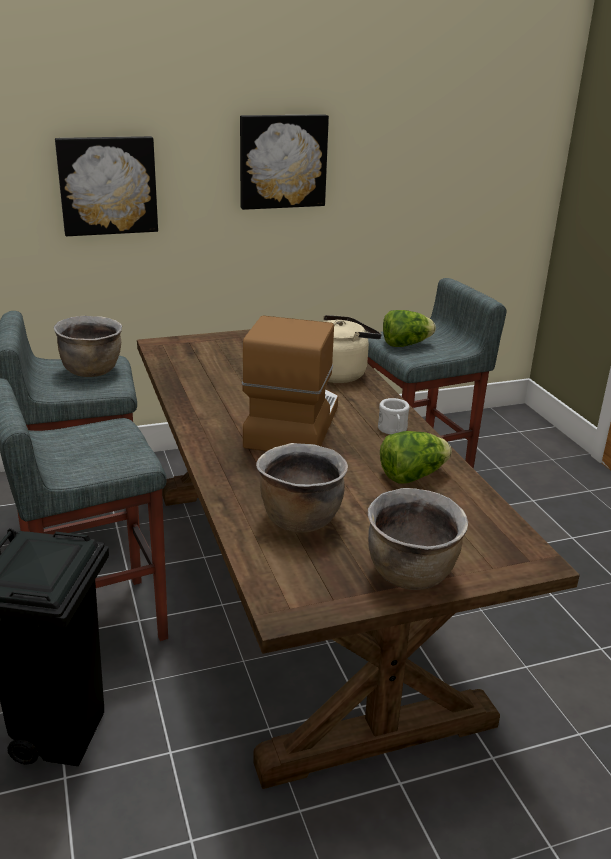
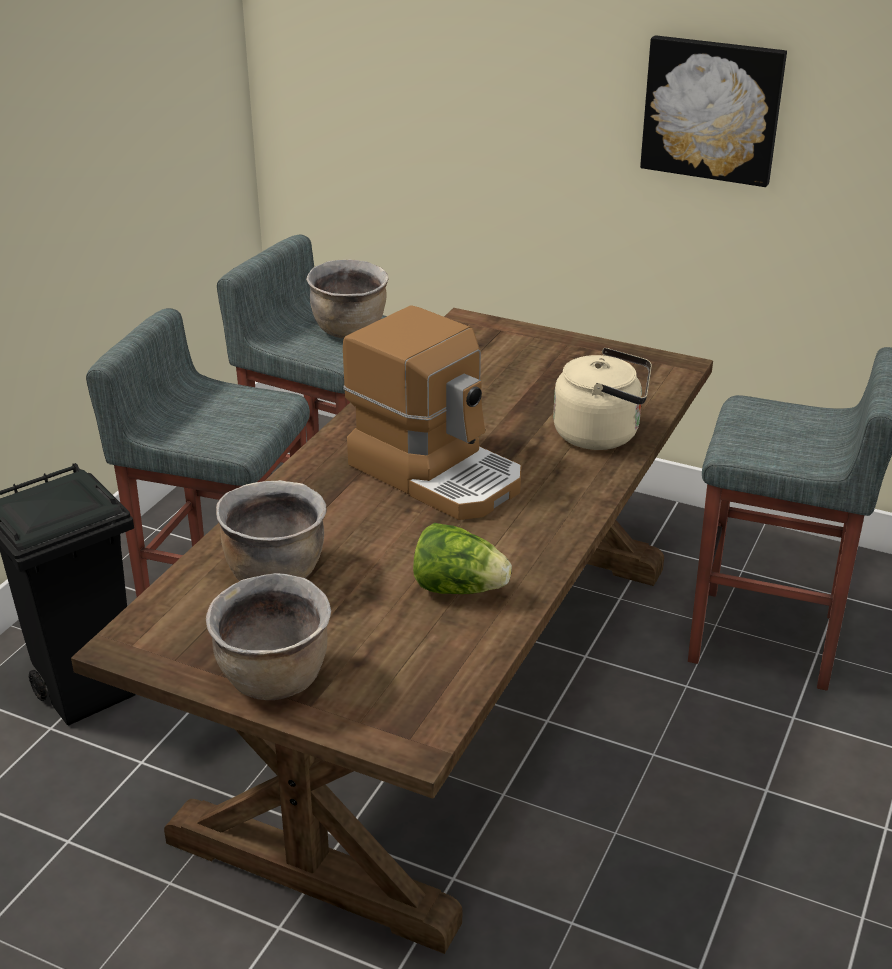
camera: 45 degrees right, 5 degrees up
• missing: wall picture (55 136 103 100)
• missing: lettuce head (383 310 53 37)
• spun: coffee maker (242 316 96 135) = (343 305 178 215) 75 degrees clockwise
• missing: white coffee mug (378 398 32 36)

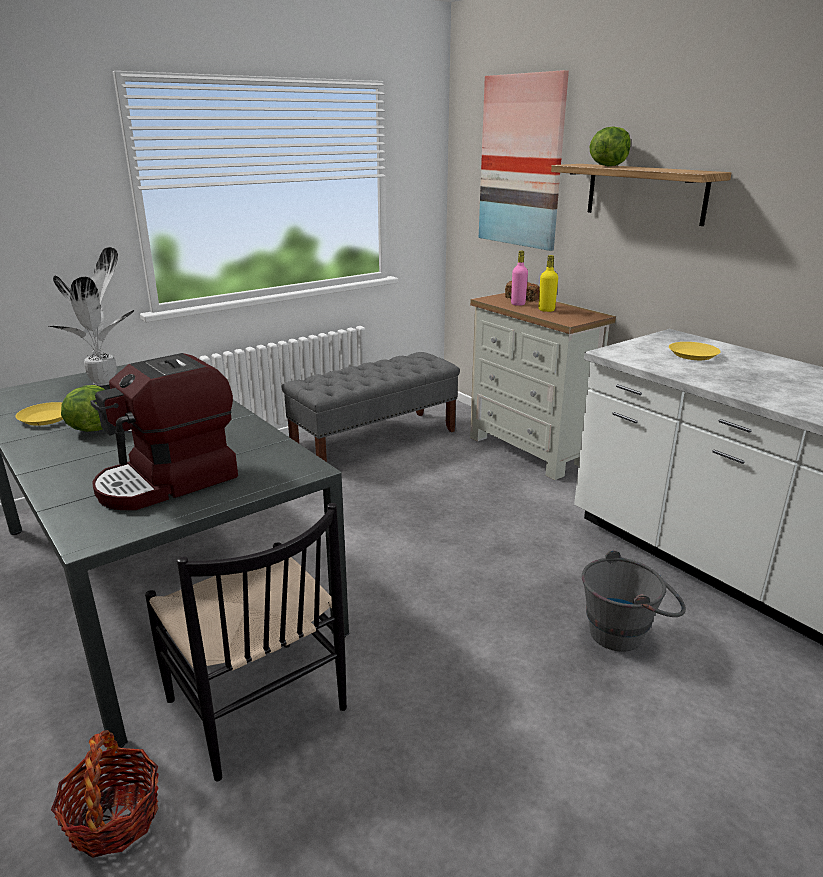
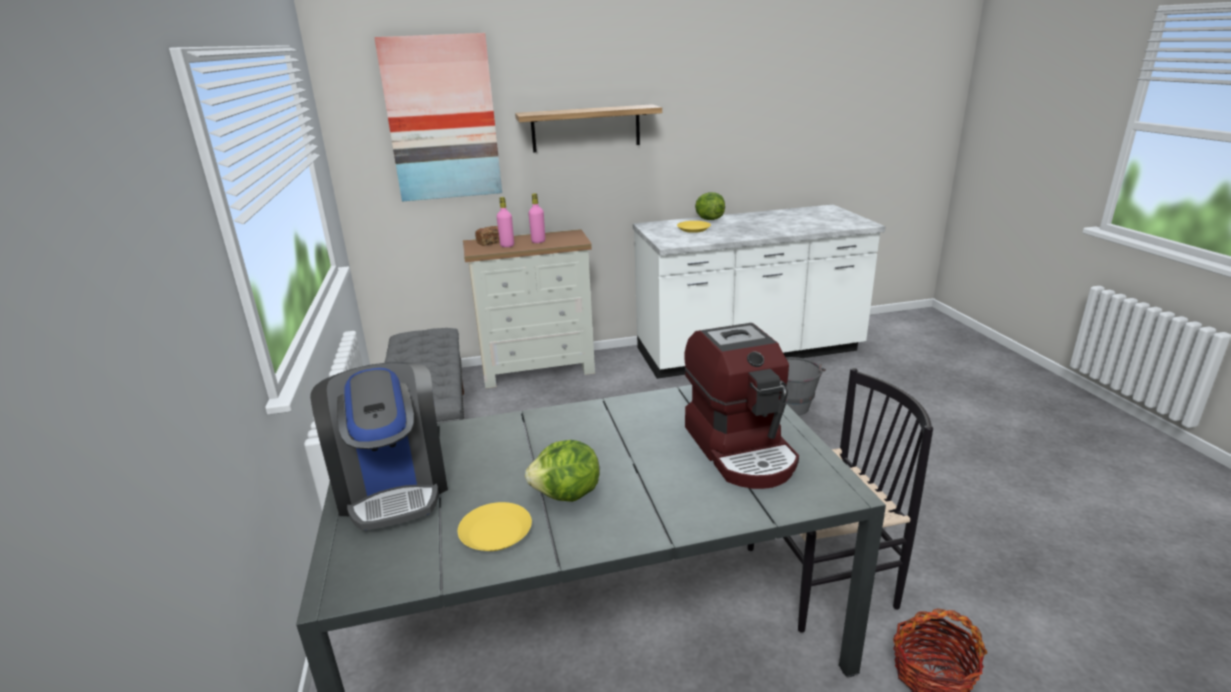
camera: 65 degrees left, 0 degrees up
• relocated: lettuce head (589 126 41 40) to (695 192 30 28)
• exchanged: houseplant (48 247 86 139) to coffee maker (310 362 138 168)
• colour: yellow-coloured drink bottle (539 255 19 57) to pink-coloured drink bottle (528 193 17 50)

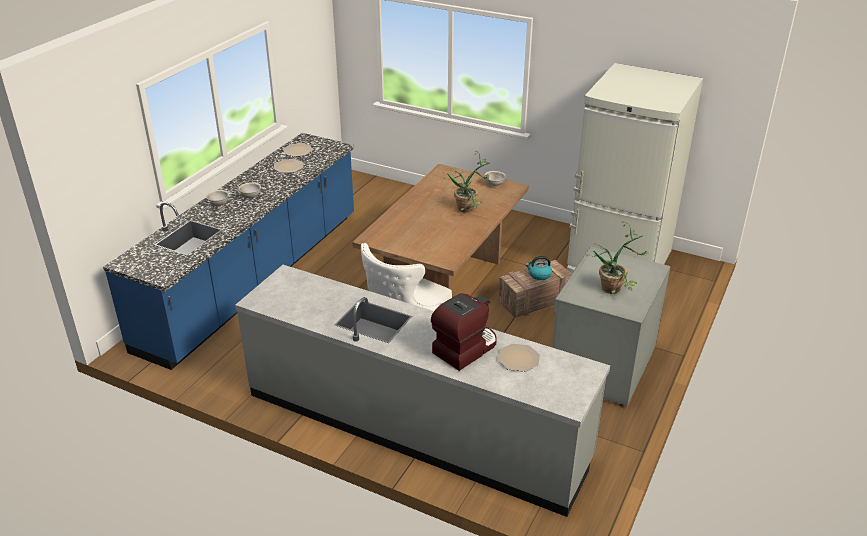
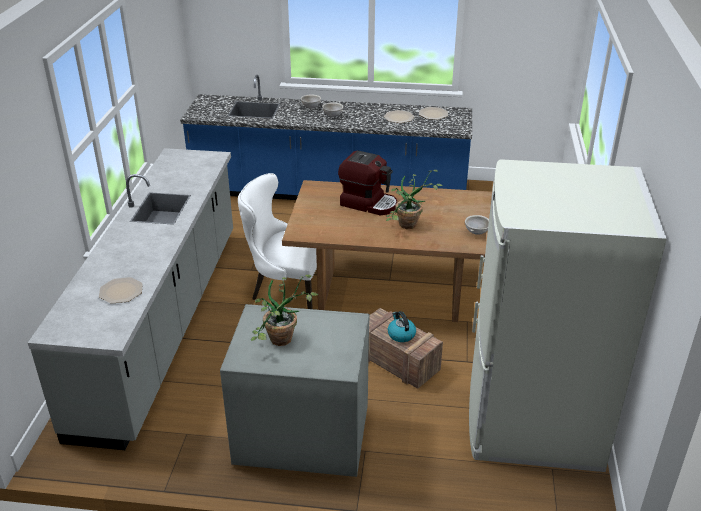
camera: 70 degrees right, 0 degrees up
• relocated: coffee maker (431 293 66 78) to (338 150 59 65)

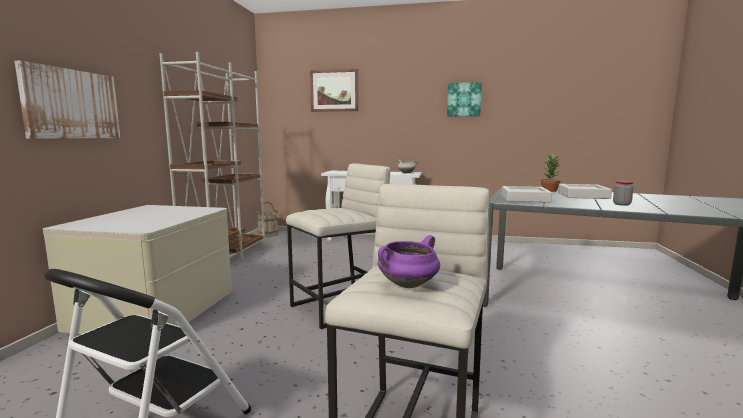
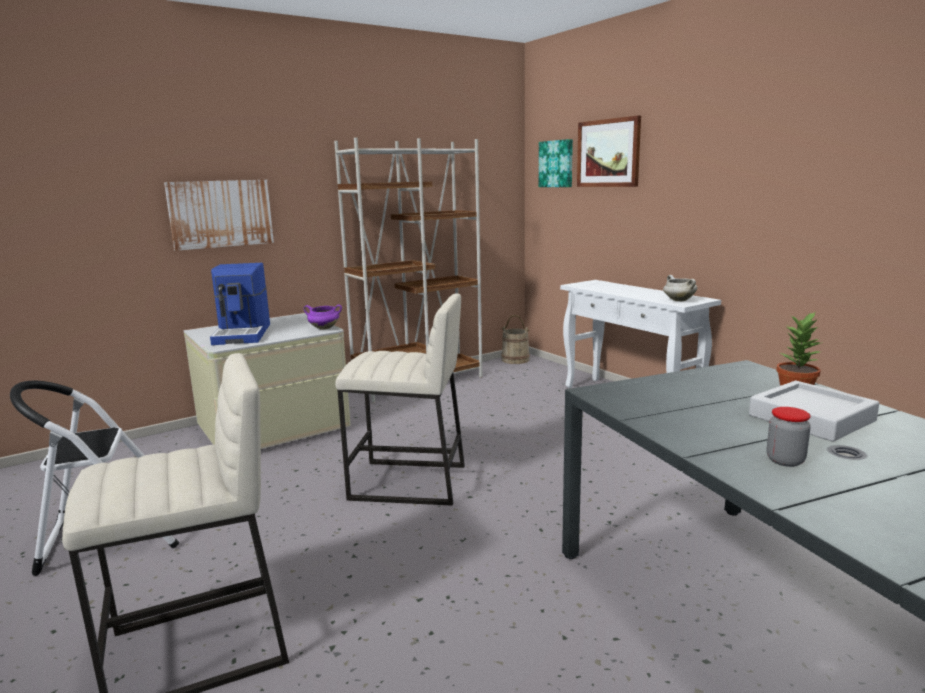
camera: 45 degrees right, 5 degrees up
• relocated: wall picture (447 82 35 35) to (539 139 34 48)
• missing: greyish carrying tray (502 186 50 16)
• relocated: purple cooking pot (378 235 62 53) to (304 305 38 25)
• appeared: coffee maker (210 263 60 82)

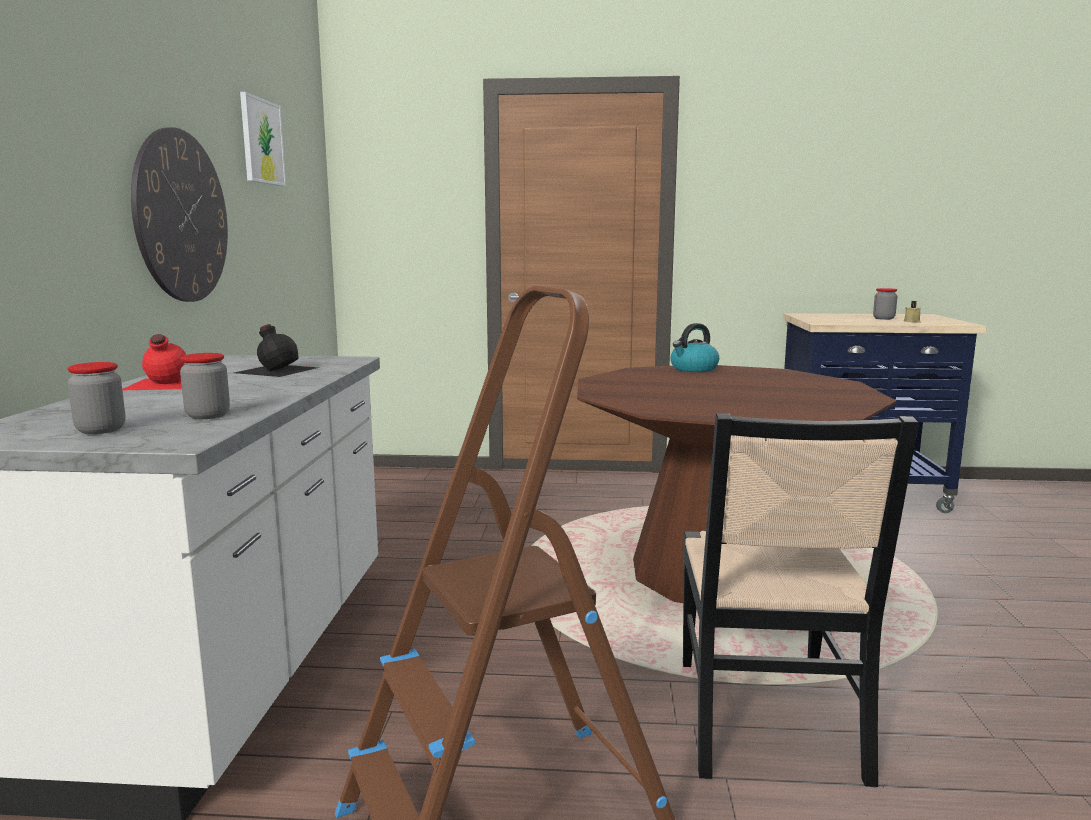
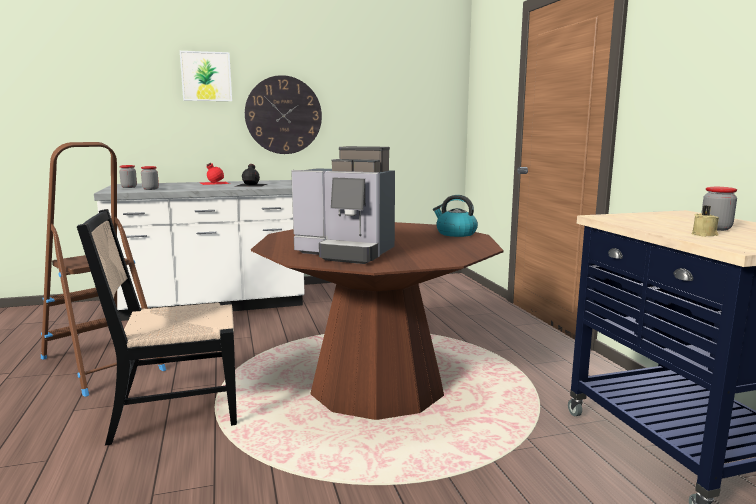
camera: 70 degrees right, 0 degrees up
• relocated: wall picture (240 92 46 94) to (180 51 52 50)
• appeared: coffee maker (291 146 104 118)

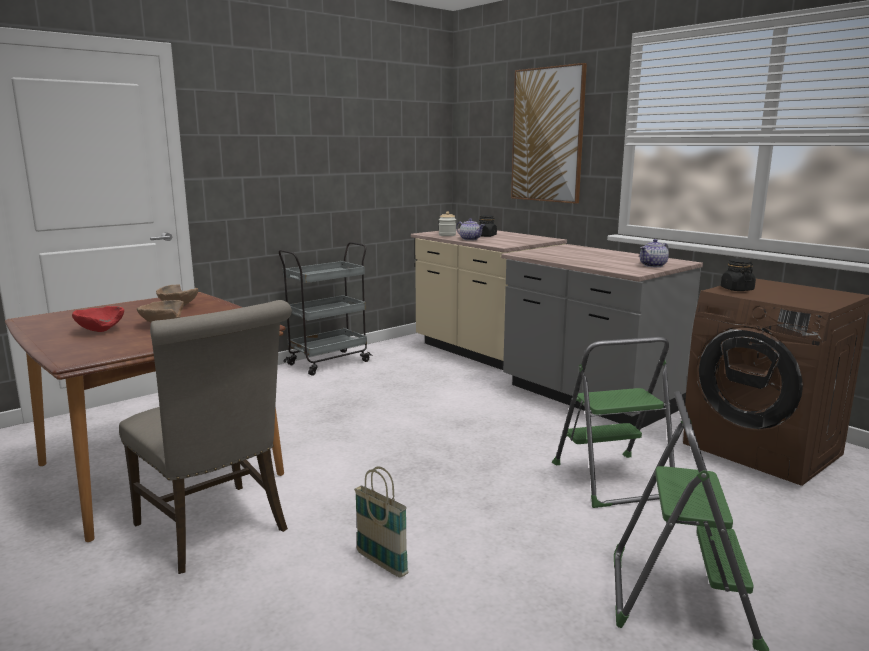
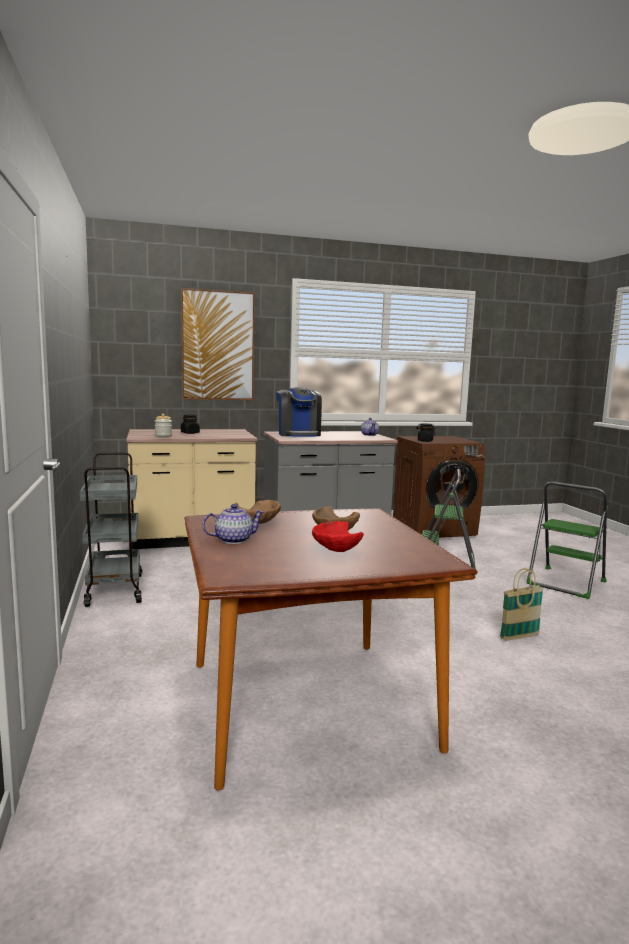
camera: 65 degrees left, 5 degrees down
• relocated: tea pot (456 218 28 23) to (203 504 61 40)
• missing: beige chair (119 300 173 274)
• appeared: coffee maker (276 387 46 50)

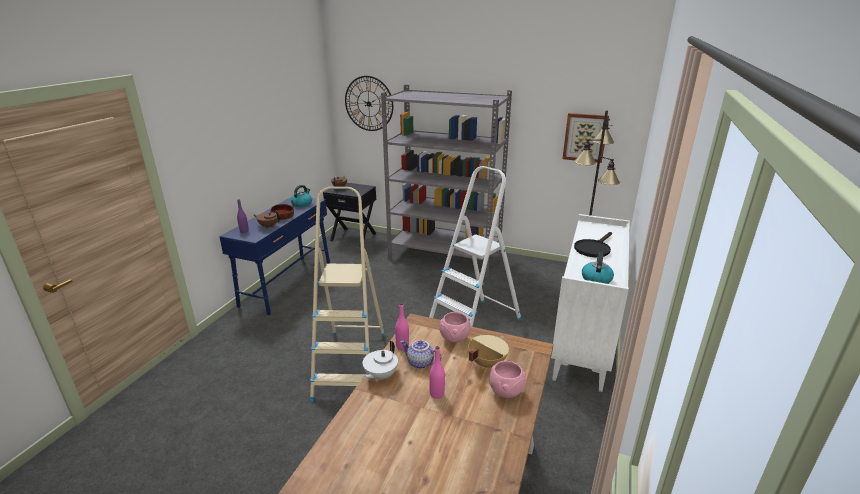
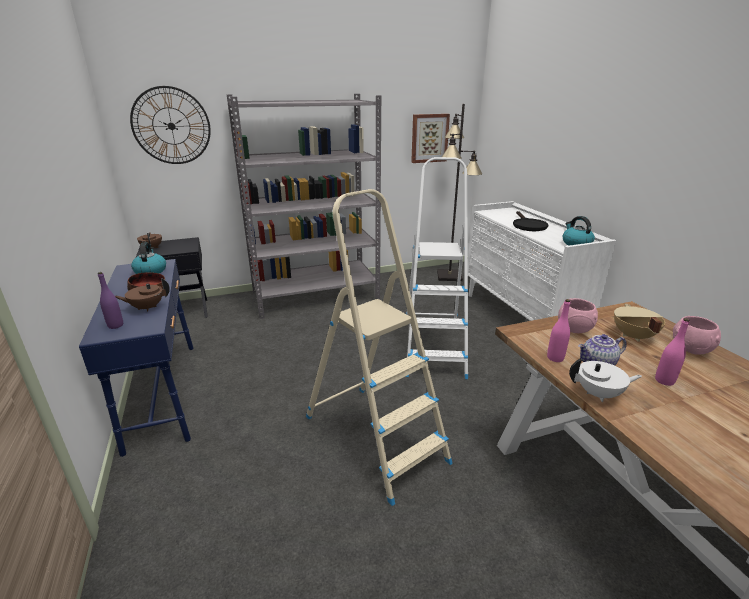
camera: 40 degrees left, 0 degrees up
• spun: white tea pot (363 341 35 40) = (569 358 73 44) 75 degrees counterclockwise

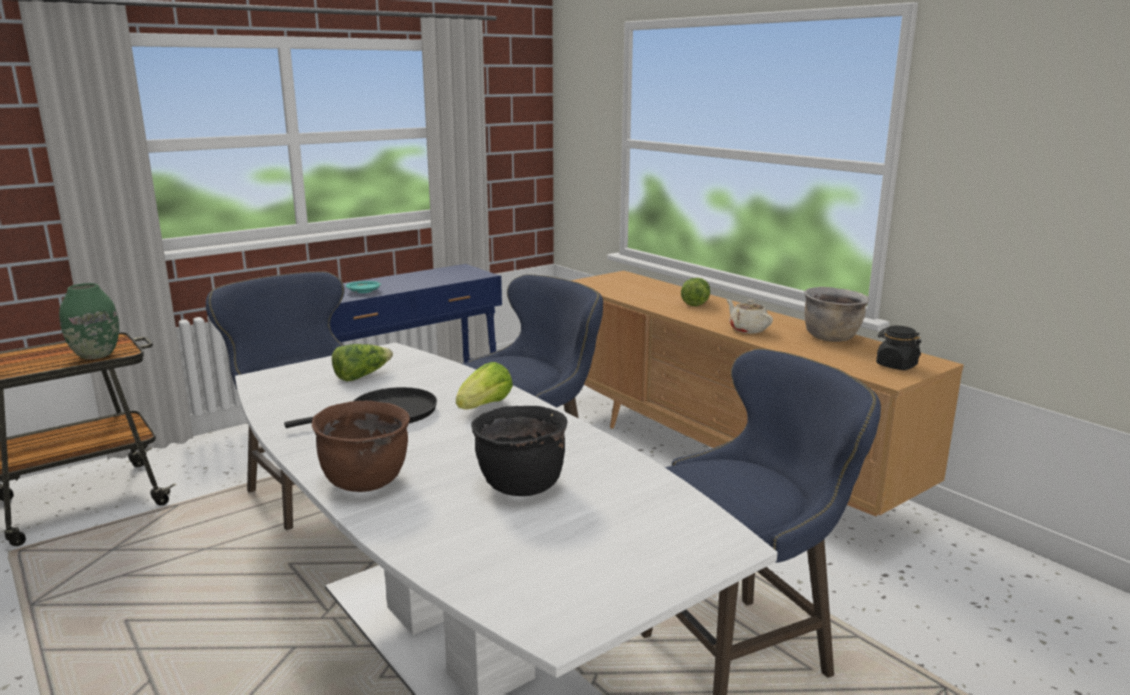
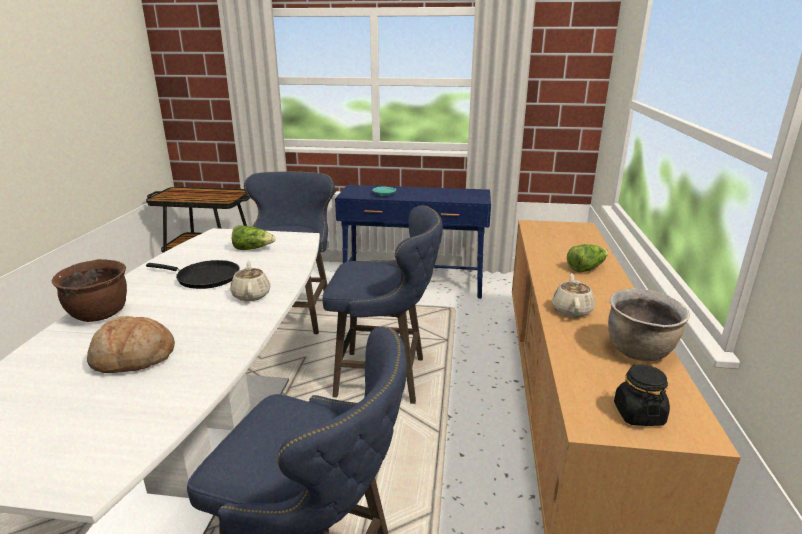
camera: 45 degrees right, 5 degrees up
• missing: greenish decorative vase (59 283 60 76)
• exchanged: lettuce head (456 362 57 47) to beige tea pot (230 261 41 40)
• exchanged: black cooking pot (471 406 96 90) to baked bread (87 316 88 57)

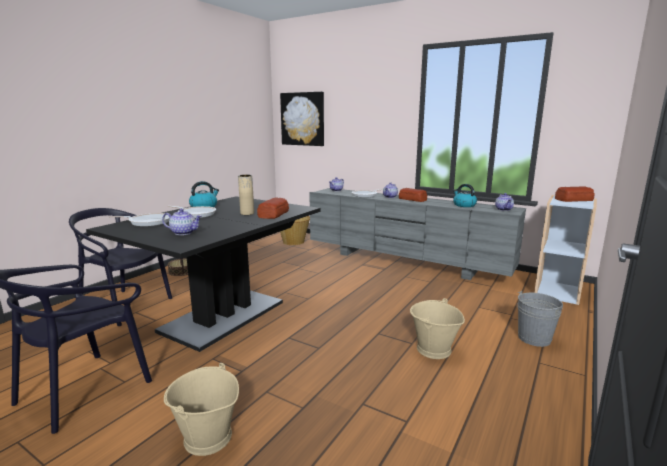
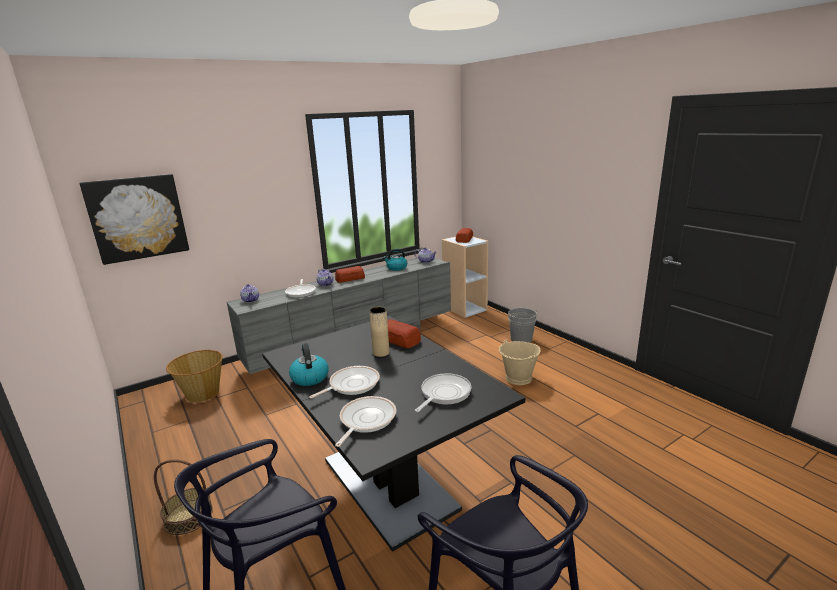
camera: 65 degrees left, 5 degrees up
• exchanged: tea pot (162 209 40 26) to skillet (415 373 56 39)
• missing: beige water bucket (164 363 75 93)

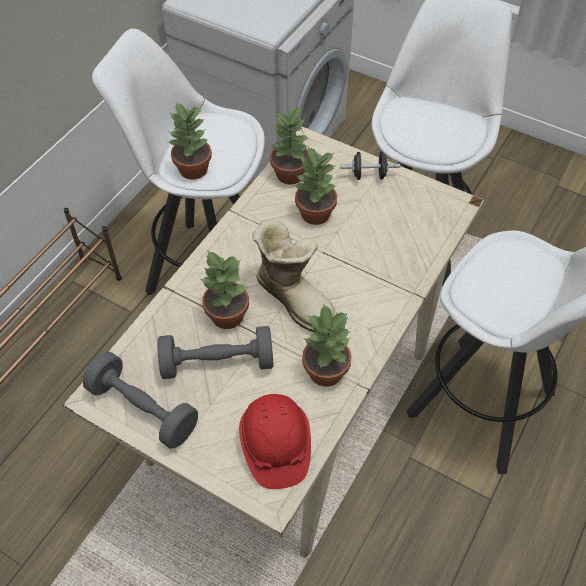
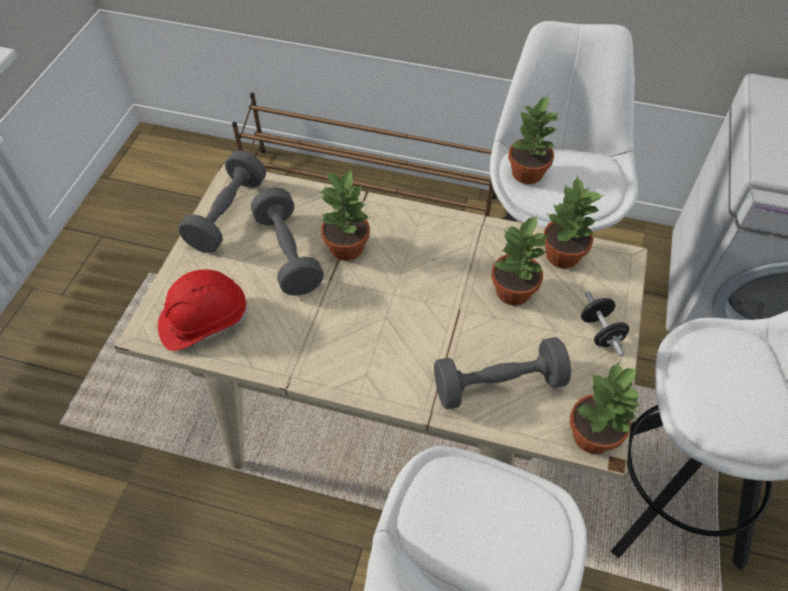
camera: 75 degrees right, 0 degrees up
• missing: high-top boot (252 220 85 113)
• relocated: houseplant (302 303 49 84) to (570 360 70 94)
• appeared: greyish free weight (434 337 137 72)

